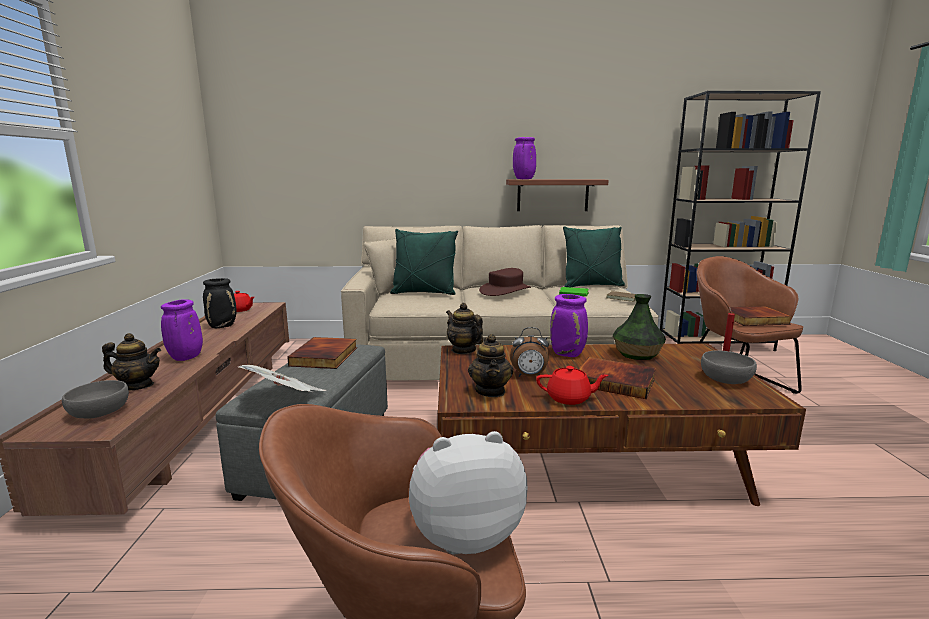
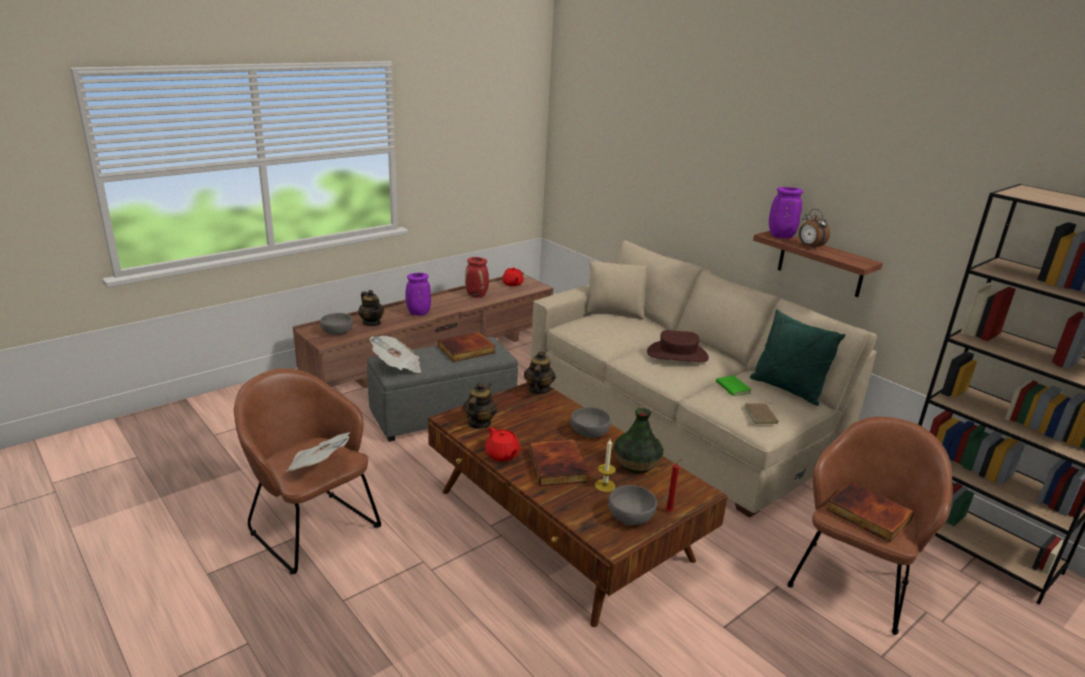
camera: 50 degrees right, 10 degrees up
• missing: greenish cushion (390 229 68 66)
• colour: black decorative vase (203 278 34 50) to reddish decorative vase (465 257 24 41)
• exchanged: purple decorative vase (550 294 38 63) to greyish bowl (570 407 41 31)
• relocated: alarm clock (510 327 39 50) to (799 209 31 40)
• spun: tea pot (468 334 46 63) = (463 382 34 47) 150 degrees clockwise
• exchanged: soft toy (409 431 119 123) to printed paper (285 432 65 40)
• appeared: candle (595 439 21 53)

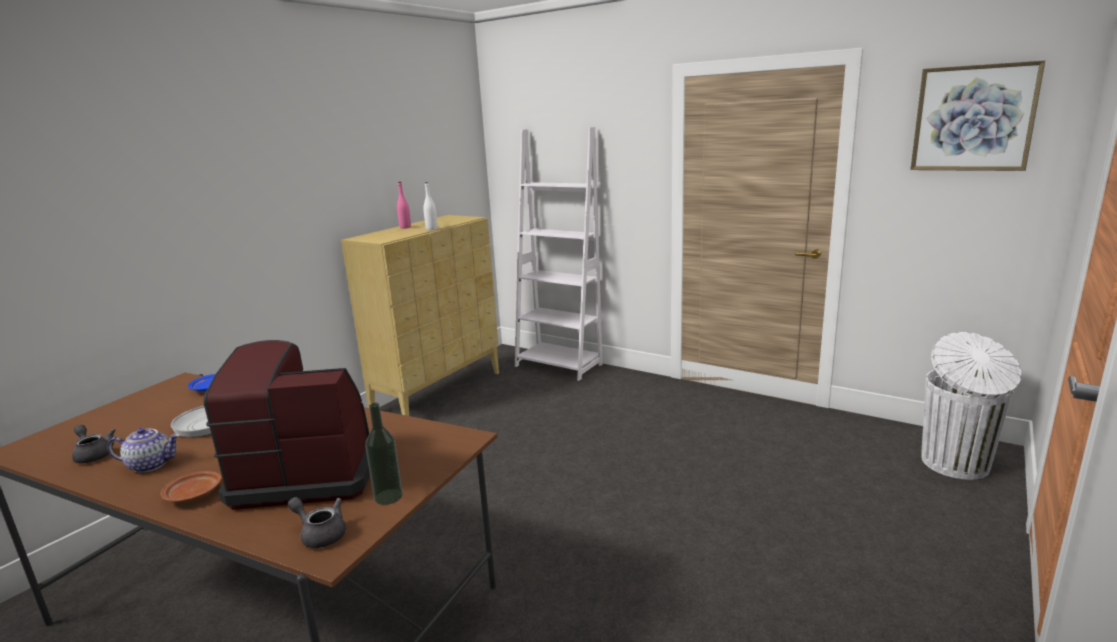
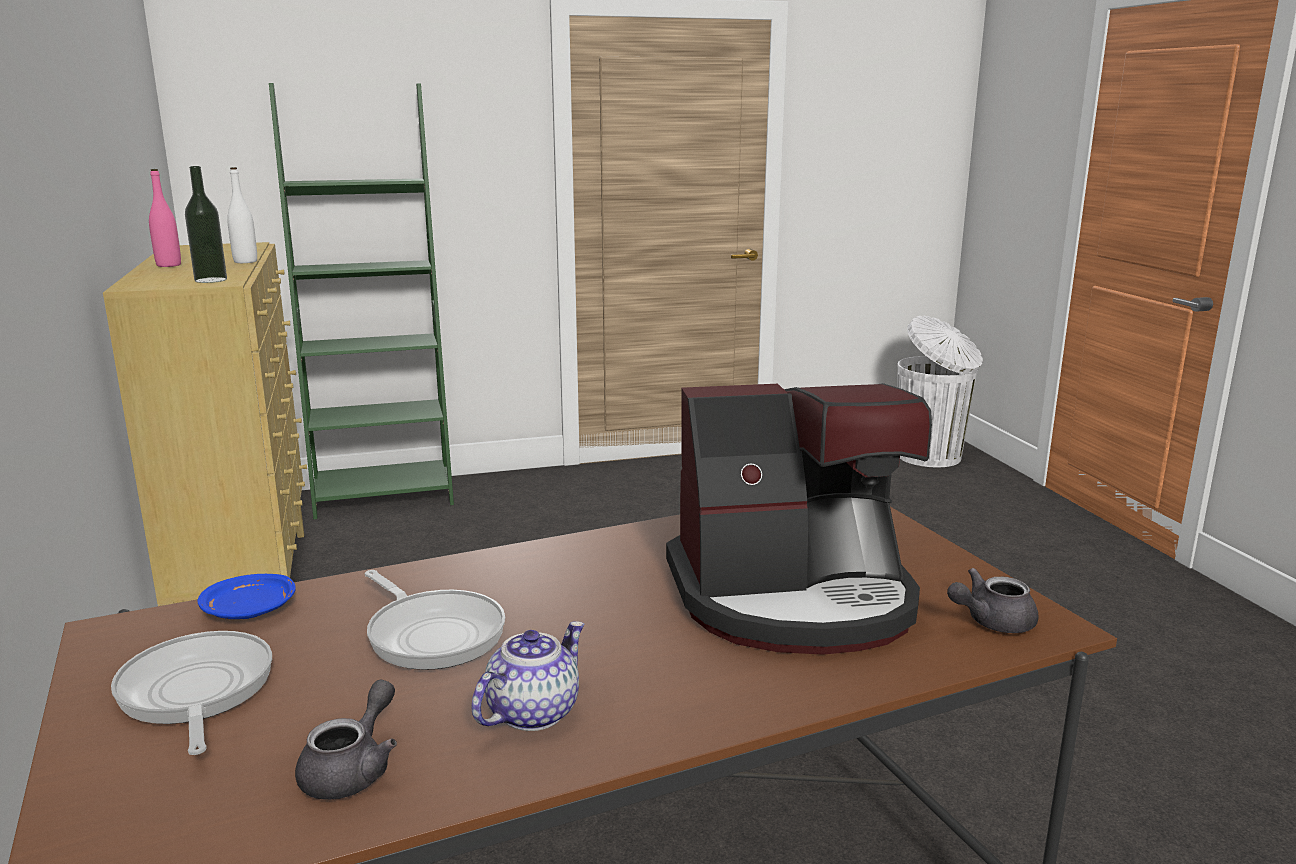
camera: 50 degrees left, 0 degrees up
• missing: wall picture (910 60 135 111)
• colour: white bookcase (515 127 88 254) to greenish bookcase (269 83 185 436)
• spun: coffee maker (203 340 167 170) = (666 383 266 272) 135 degrees counterclockwise
• relocated: drink bottle (365 403 38 102) to (185 166 42 117)
• spun: greyish tea pot (72 425 43 39) = (295 680 102 120) 120 degrees clockwise
• missing: brown flat dish (161 471 61 31)
• appeared: skillet (111 631 161 124)

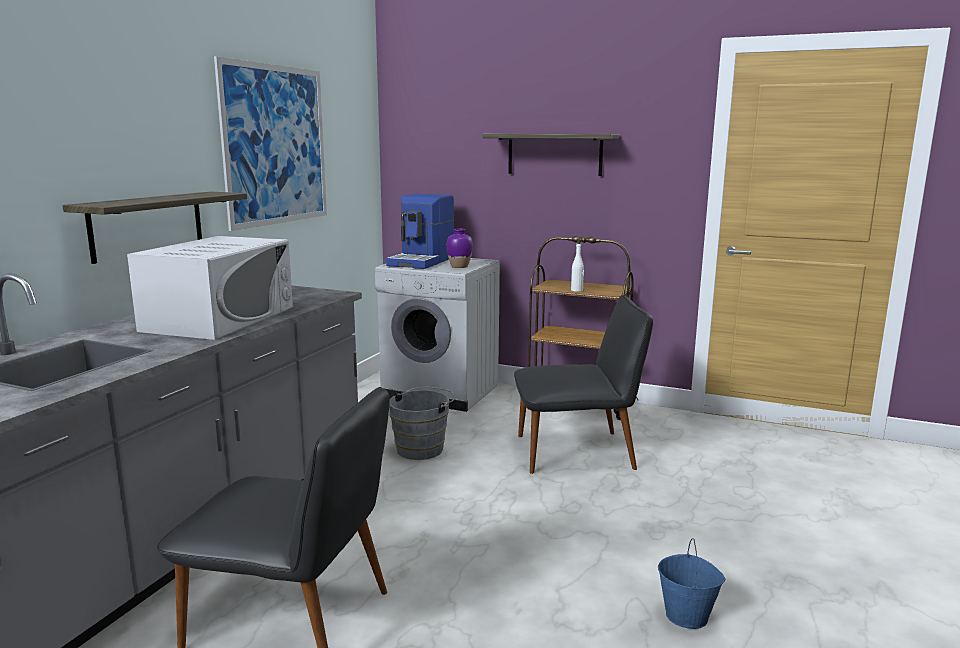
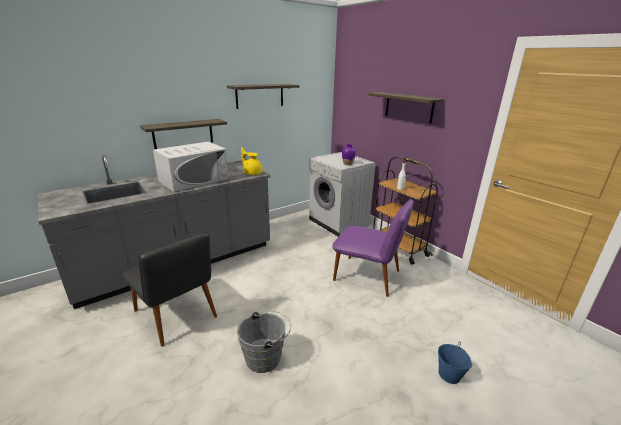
camera: 30 degrees right, 10 degrees up
• exchanged: wall picture (214 56 113 175) to shelf (227 84 72 25)
• missing: coffee maker (386 194 69 75)
• colour: black chair (514 295 139 179) to purple chair (332 199 82 98)
• relocated: greyish water bucket (389 387 66 73) to (237 311 54 62)
• relocated: blue water bucket (658 538 67 91) to (438 341 34 43)
• appeared: yellow-coloured tea pot (241 147 22 28)

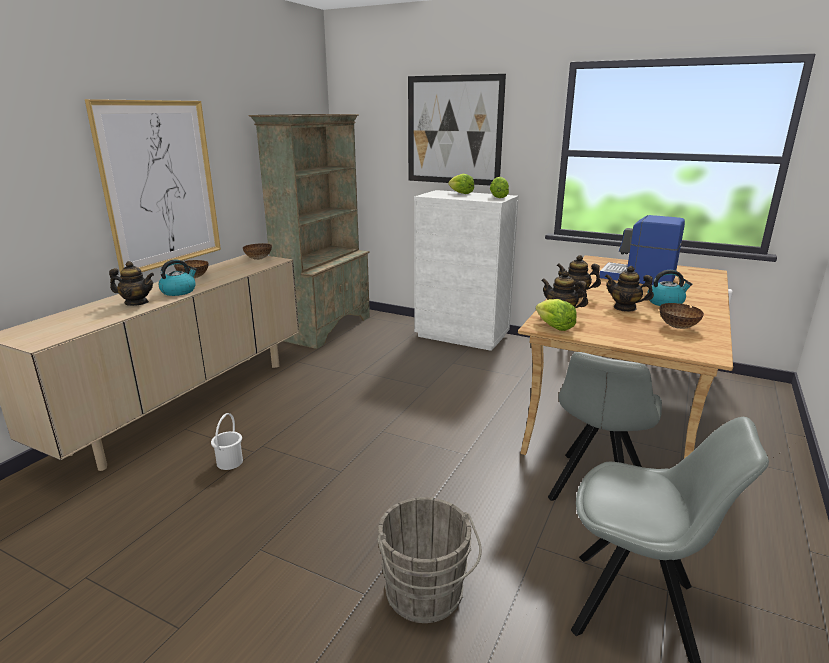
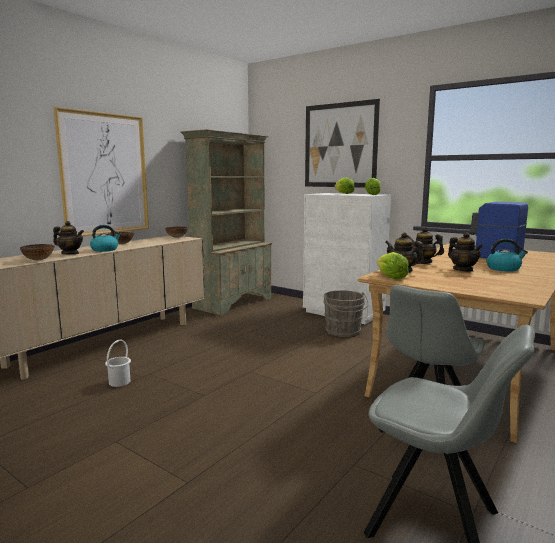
camera: 10 degrees right, 10 degrees down
• spun: tea pot (605 266 49 46) = (448 232 35 40) 150 degrees counterclockwise
• relocated: bowl (659 303 45 26) to (20 244 35 17)
• relocated: greyish water bucket (377 497 105 126) to (323 290 46 47)

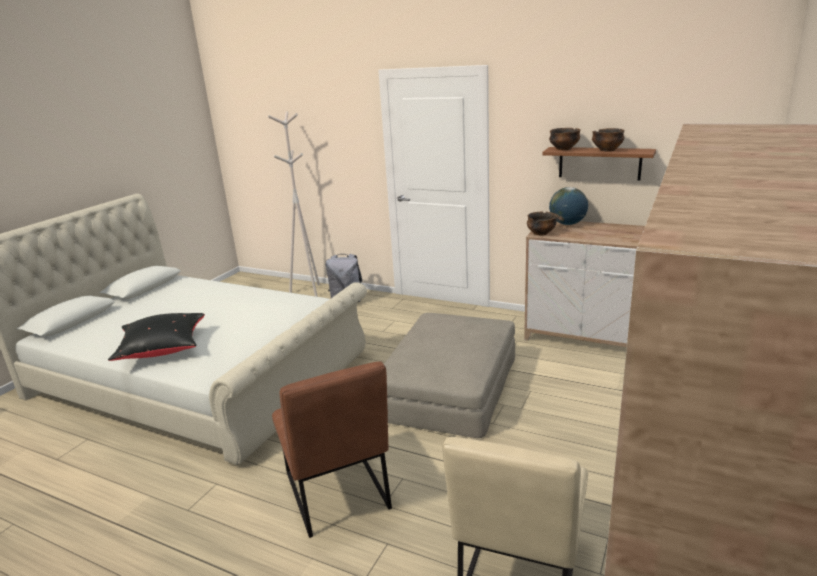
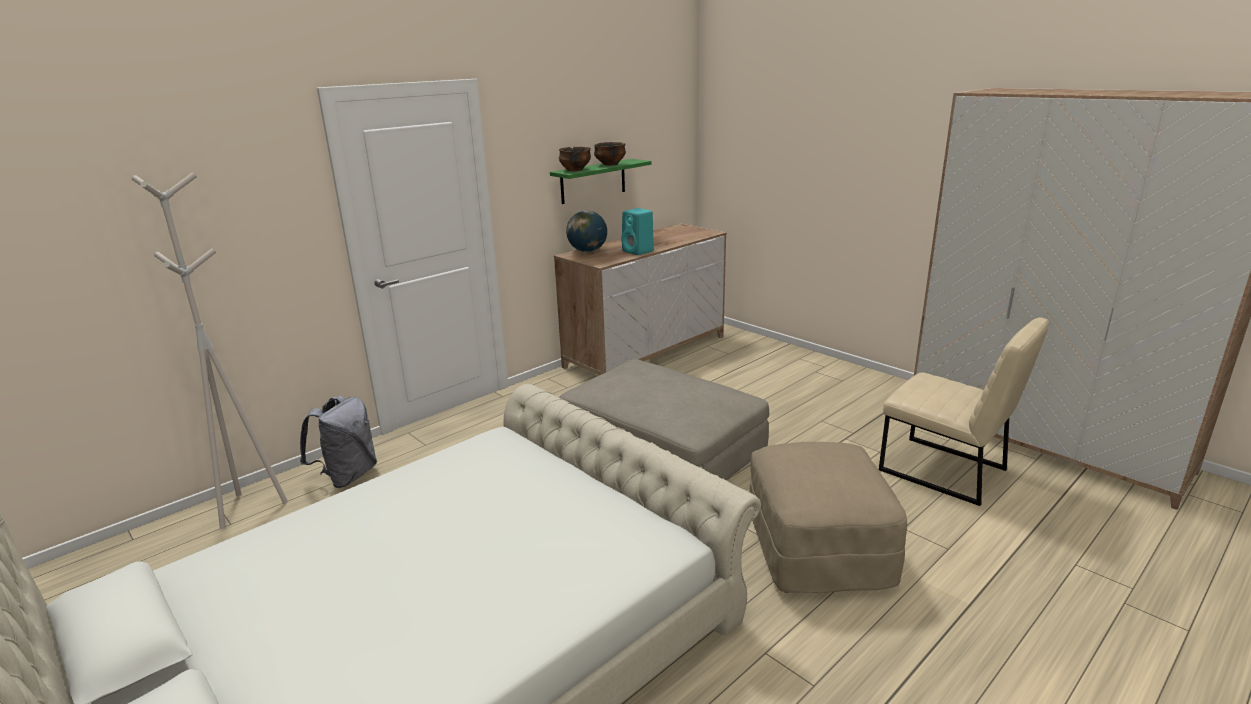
camera: 70 degrees left, 0 degrees up
• colour: brown shelf (542 147 114 33) to greenish shelf (550 159 102 45)
• missing: bowl (527 211 30 25)
• missing: black cushion (108 313 97 48)
• exchanged: brown chair (272 361 120 177) to beige ottoman (749 442 158 151)
• appeared: blue-green speaker (621 208 33 47)

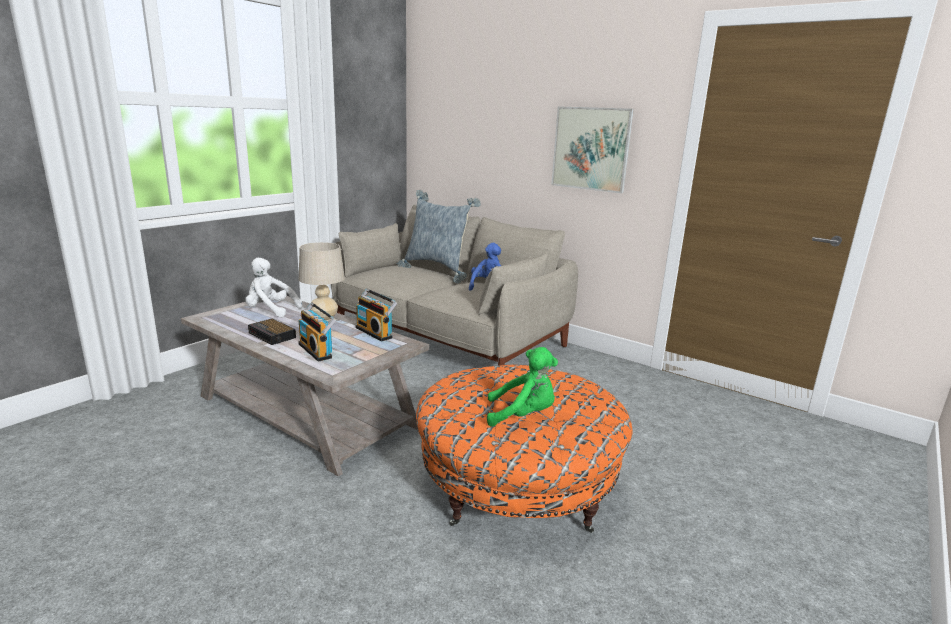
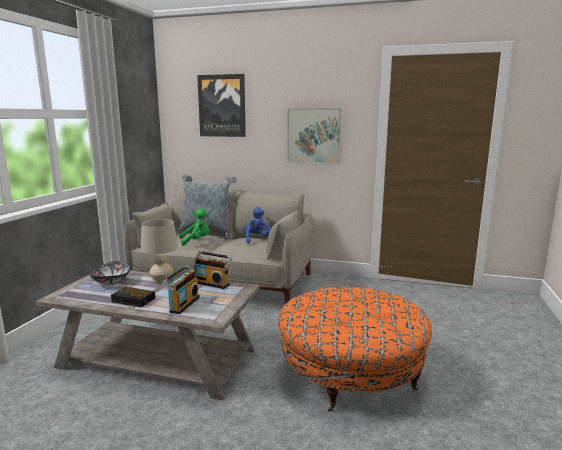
camera: 20 degrees left, 5 degrees down
• exchanged: white soft toy (245 258 57 59) to bowl (89 261 42 24)
• spun: radio set (299 303 37 59) = (162 265 38 49) 105 degrees counterclockwise
• relocated: greenish soft toy (487 347 71 80) to (179 208 30 38)
• appeared: wall picture (197 74 49 63)

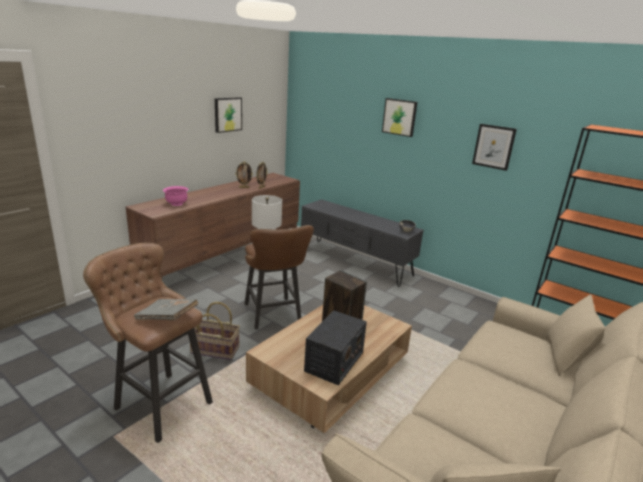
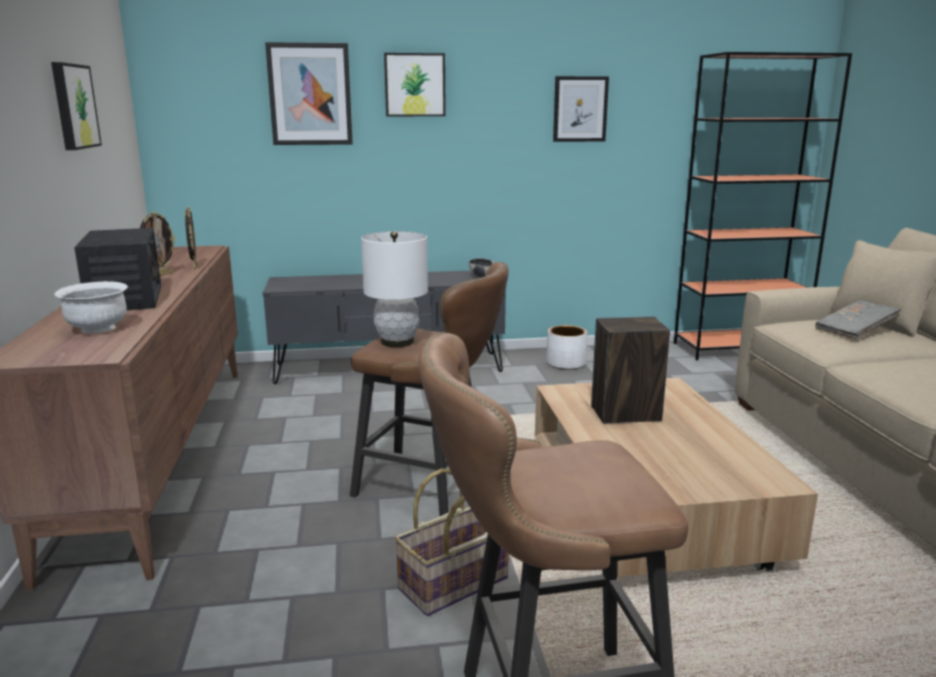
camera: 45 degrees left, 5 degrees down
• colour: pink-coloured bowl (163 186 26 20) to white bowl (54 281 74 53)
• relocated: greyish bound book (134 299 64 21) to (815 300 86 39)
• relocated: radio set (304 311 63 75) to (74 228 87 82)
• appeared: wall picture (265 42 88 103)
• appeared: white plant pot (546 325 41 45)

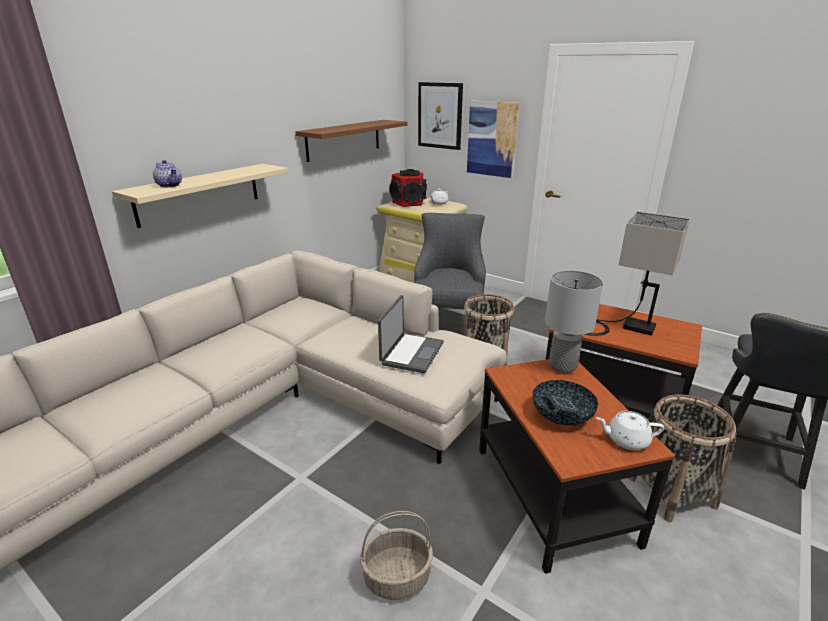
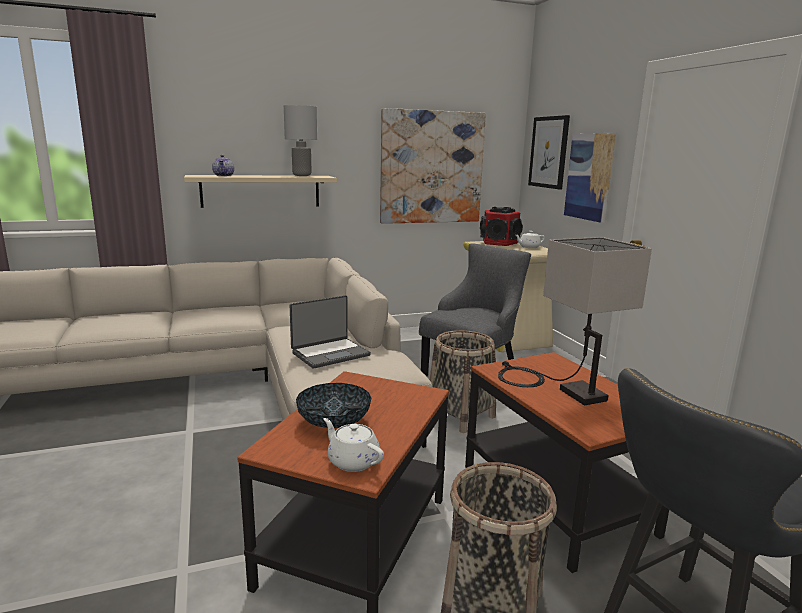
camera: 35 degrees right, 10 degrees down
• exchanged: brown shelf (295 120 113 42) to wall picture (380 108 106 116)
• relocated: greyish lamp for a table (545 270 58 103) to (284 105 33 71)
• missing: household basket (360 511 73 89)

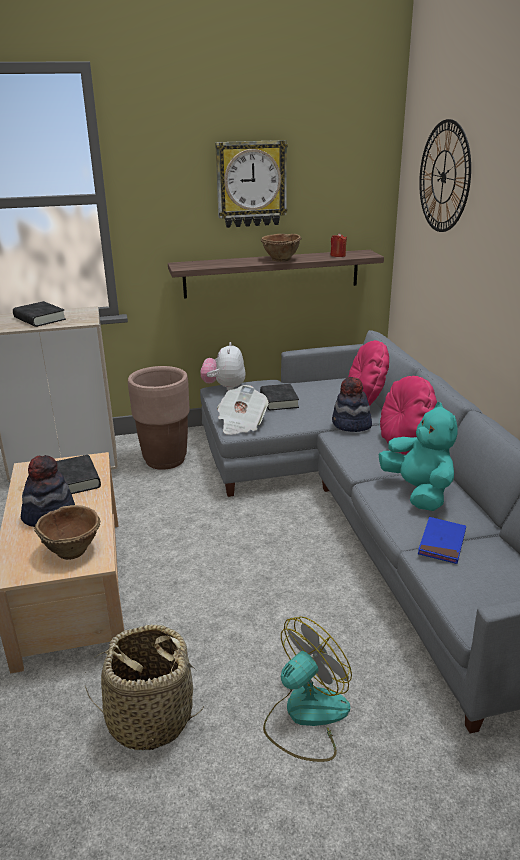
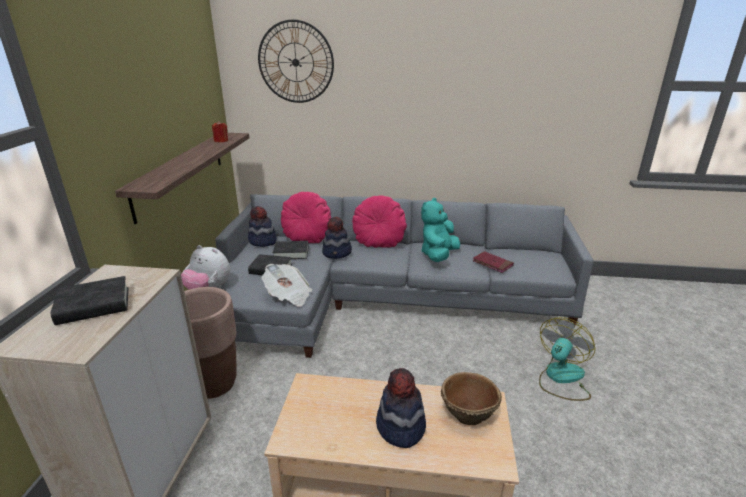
camera: 70 degrees left, 0 degrees up
• missing: hanging clock (215 140 73 88)
• missing: brown bowl (261 234 40 28)
• spun: blue-green soft toy (378 402 80 109) = (421 198 39 64) 60 degrees counterclockwise
• relocated: black bound book (56 455 45 39) to (273 241 36 18)
• colour: blue bound book (418 517 48 47) to reddish bound book (472 251 42 22)
• spun: fan (263 617 89 145) = (539 317 56 84) 60 degrees clockwise
• missing: household basket (85 624 118 127)
• appeared: clothing hat (248 206 29 41)

